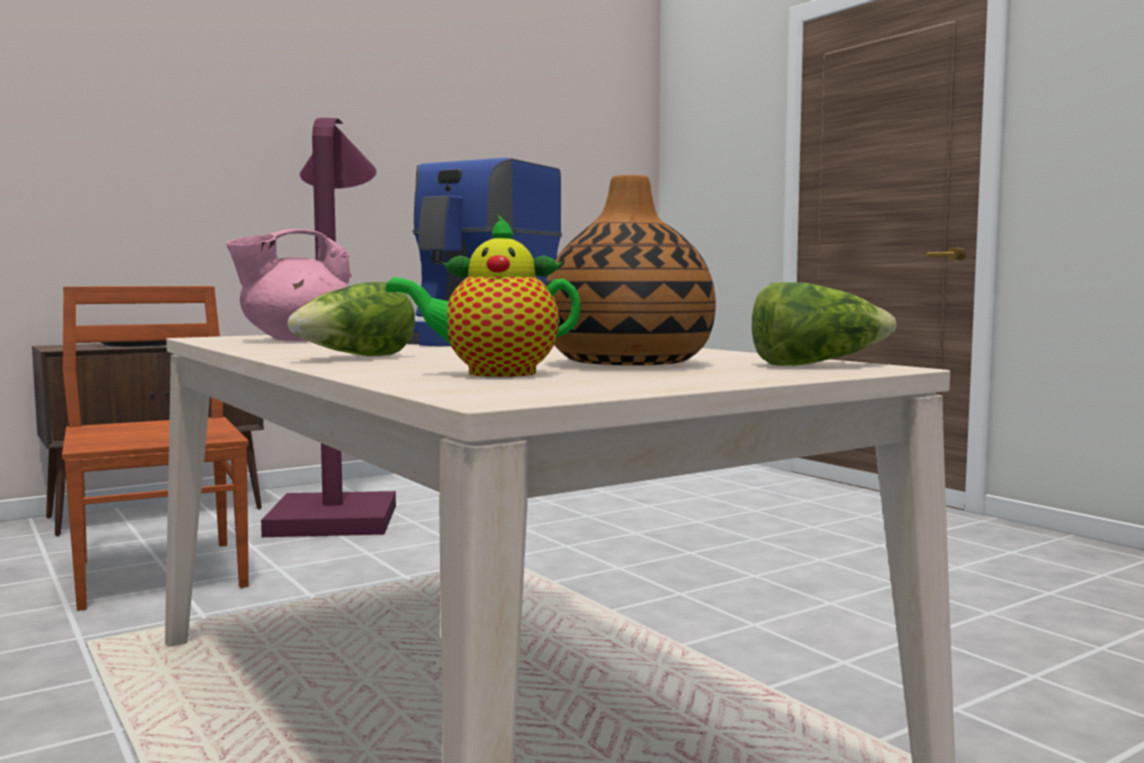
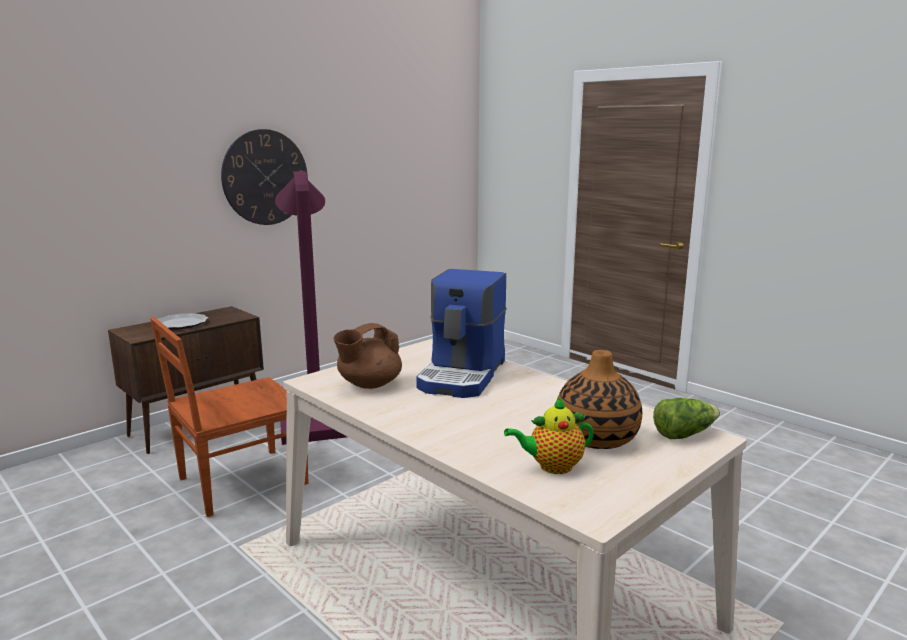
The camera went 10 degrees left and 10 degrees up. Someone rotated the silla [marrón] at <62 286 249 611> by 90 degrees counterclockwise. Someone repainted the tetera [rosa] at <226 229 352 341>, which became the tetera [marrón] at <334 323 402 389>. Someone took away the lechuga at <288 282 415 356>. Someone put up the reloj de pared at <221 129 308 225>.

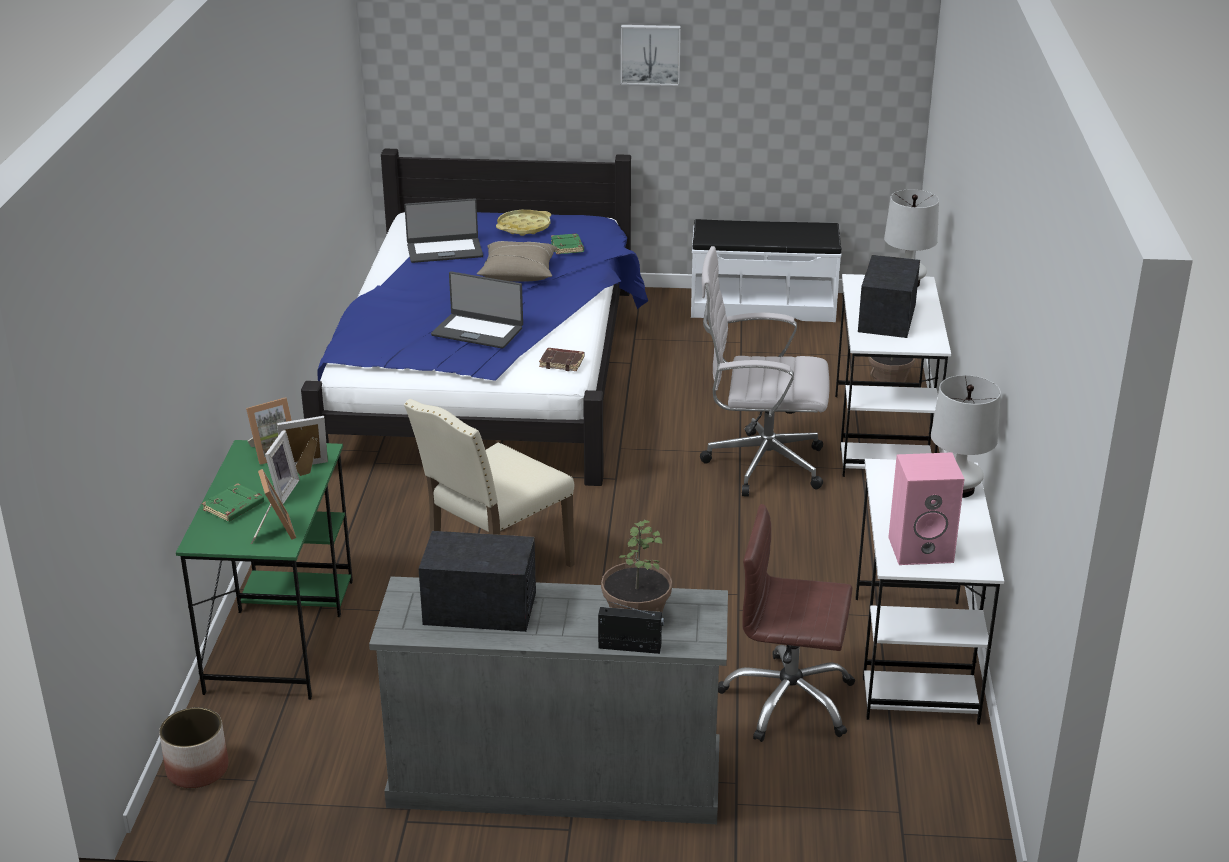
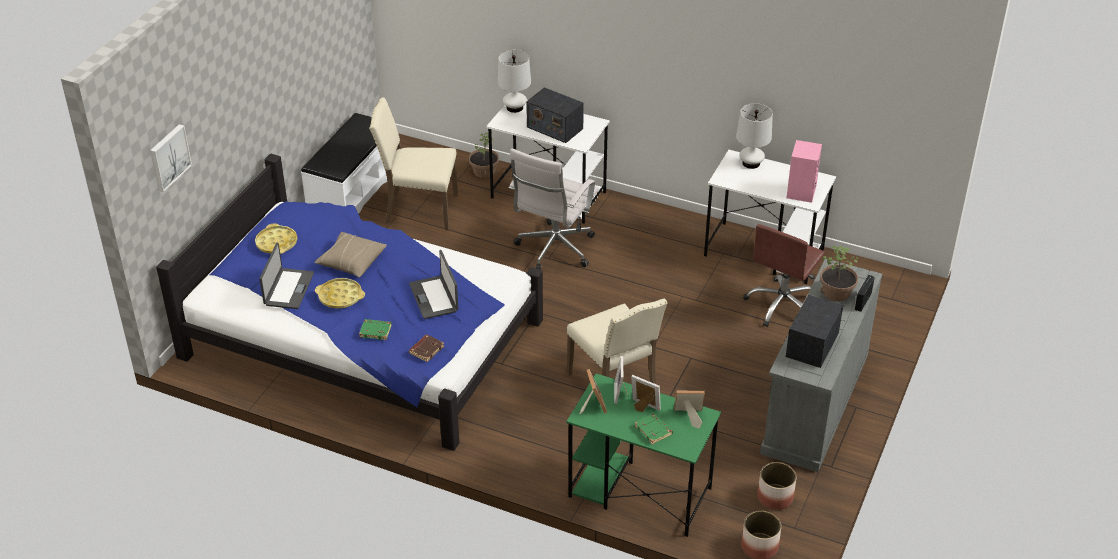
The camera went 70 degrees left and 10 degrees up. Someone rotated the portátil at <431 271 523 349> by 120 degrees clockwise. Someone carried the libro [marrón] from <539 348 585 371> to <409 335 444 362>. Someone carried the libro [verde] from <551 234 584 254> to <359 319 392 340>. Someone carried the cuadro from <621 25 681 86> to <150 124 192 192>. Someone put down the bandeja [amarillo] at <315 278 365 309>. Someone put down the silla [beis] at <369 97 458 230>. Someone put down the maceta at <757 462 796 510>.

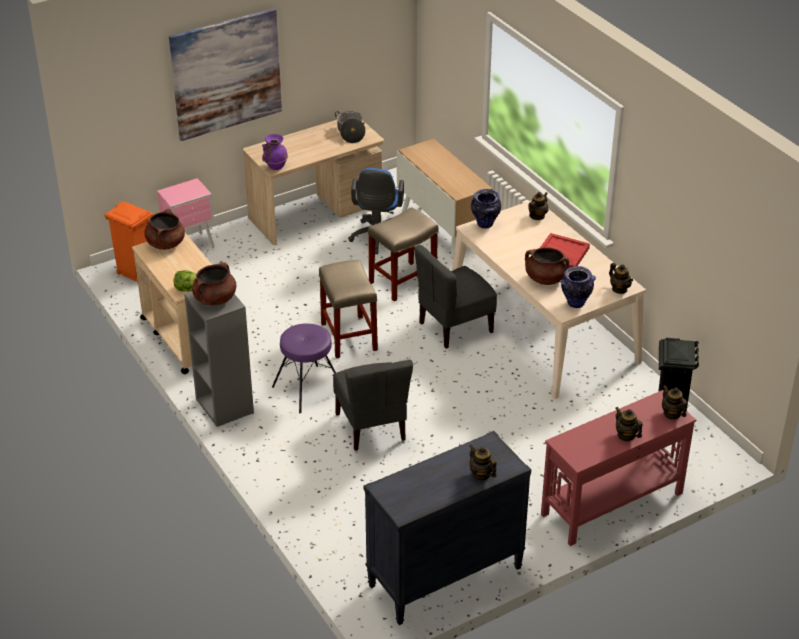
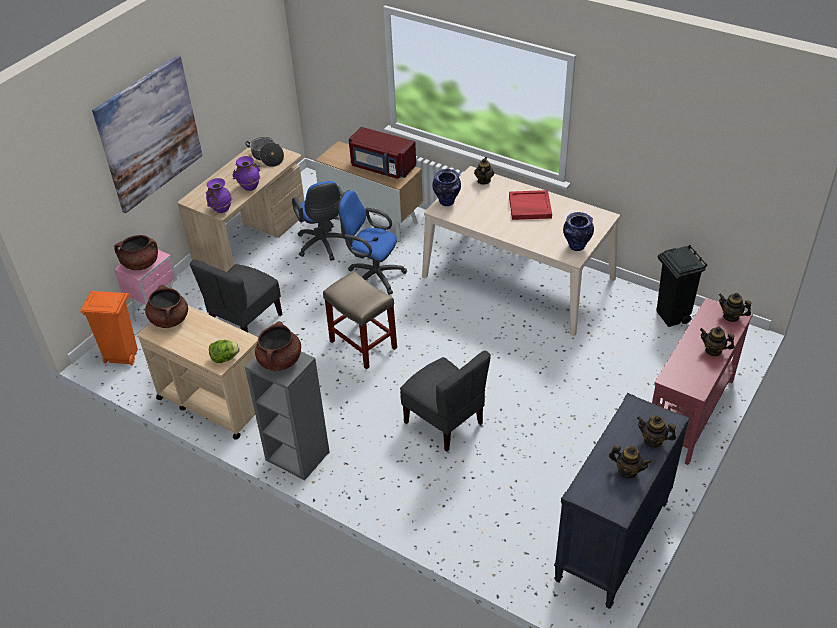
The camera went 25 degrees left and 5 degrees up. Someone took away the taburete [morado] at <272 323 336 413>. Someone swapped the taburete [beis] at <368 207 439 302> for the silla de oficina [azul] at <338 190 407 295>. Someone carried the silla [gris] from <414 245 497 348> to <190 259 283 332>. Someone carried the olla [marrón] from <525 247 569 285> to <114 235 158 270>. Someone carried the tetera from <609 263 633 294> to <609 445 651 478>. Someone put down the florero [morado] at <233 156 261 191>. Someone put down the microondas [rojo] at <349 127 416 179>.

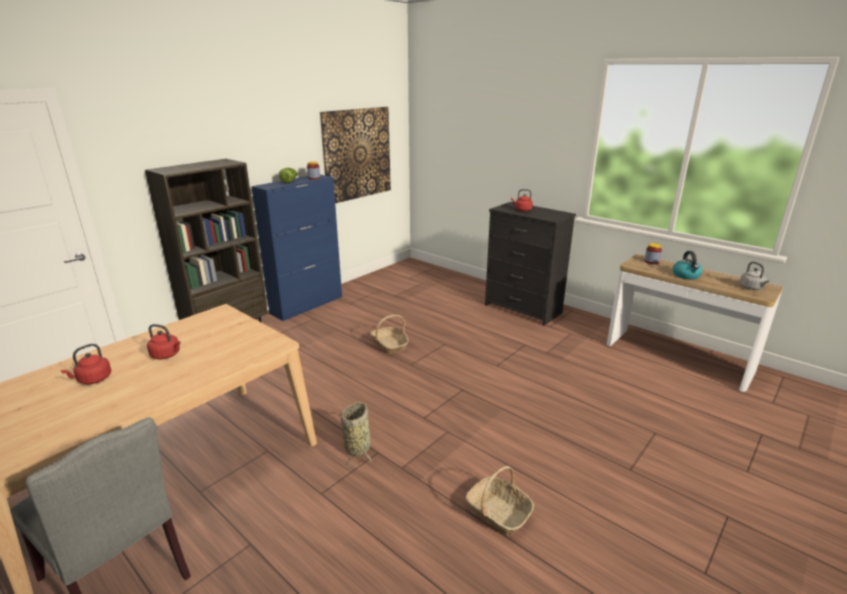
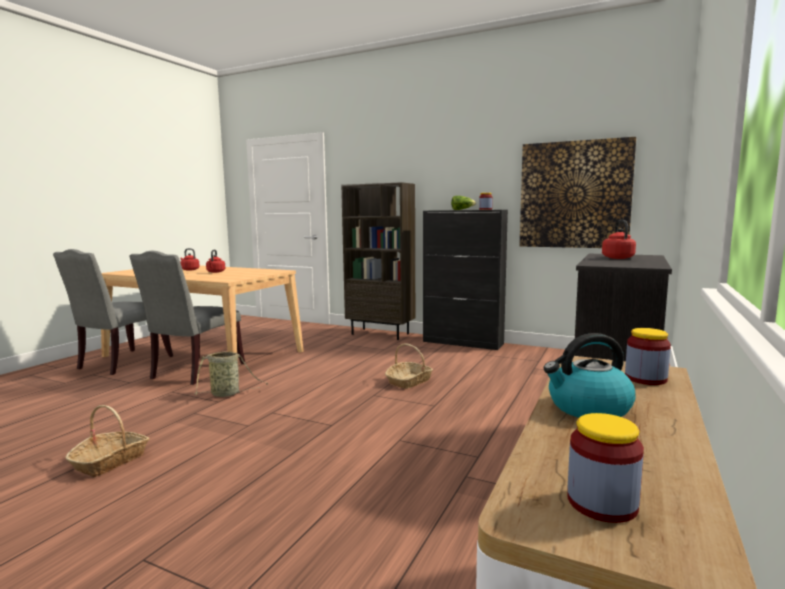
The camera went 75 degrees right and 15 degrees down. Someone repainted the armario [azul] at <251 175 342 321>, which became the armario [negro] at <423 210 508 350>. Someone swapped the hervidor [gris] at <740 262 770 290> for the tarro at <567 413 644 523>. Someone put down the silla [gris] at <129 251 245 385>.

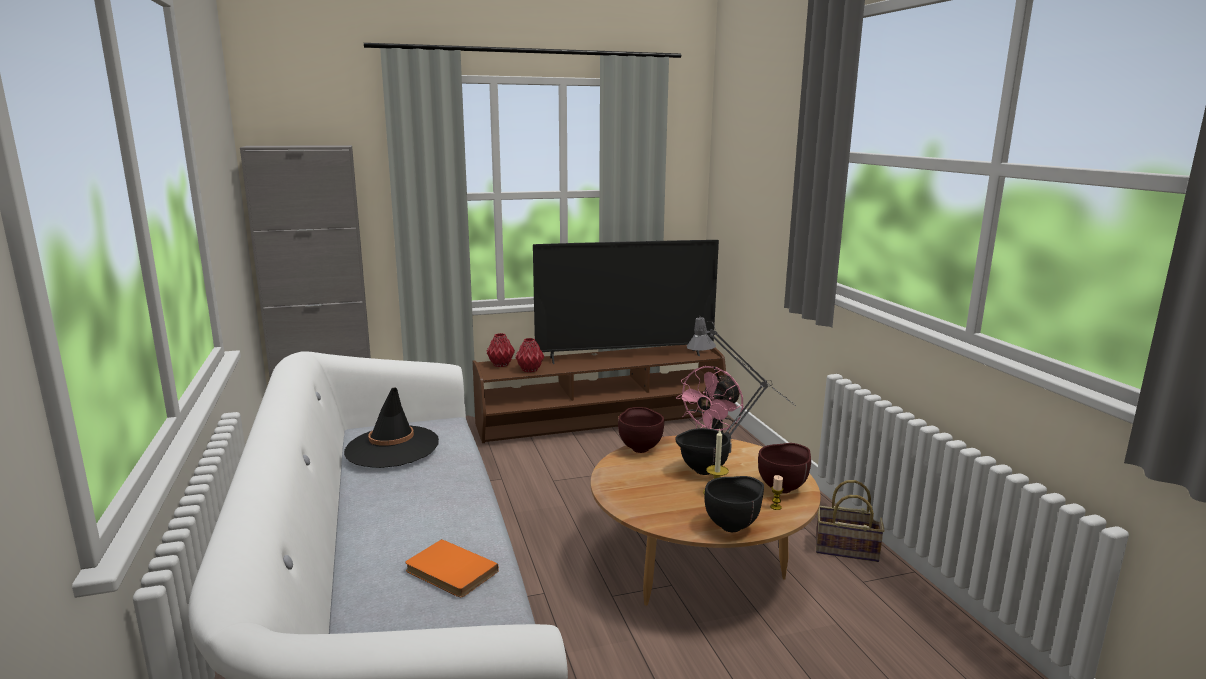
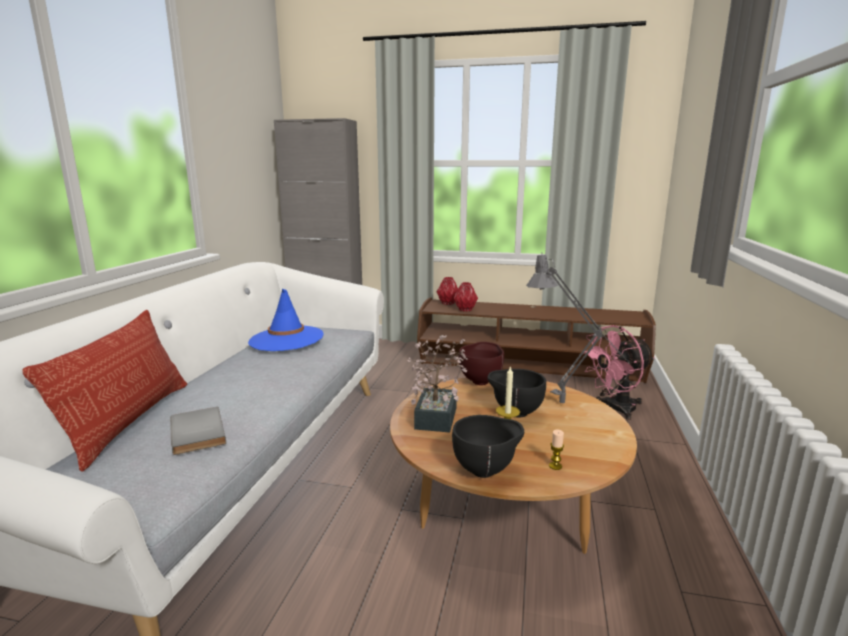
The camera went 30 degrees right and 0 degrees up. Someone repainted the sombrero [negro] at <344 387 439 468>, which became the sombrero [azul] at <248 289 323 351>. Someone repainted the libro [naranja] at <405 539 499 597>, which became the libro [gris] at <170 407 226 455>. Someone took away the televisor at <533 240 719 364>. Someone took away the cuenco [marrón] at <758 443 811 494>. Someone took away the cesta at <816 480 885 562>. Someone put down the cojín at <22 310 187 472>. Someone put down the planta en maceta at <408 335 468 433>.

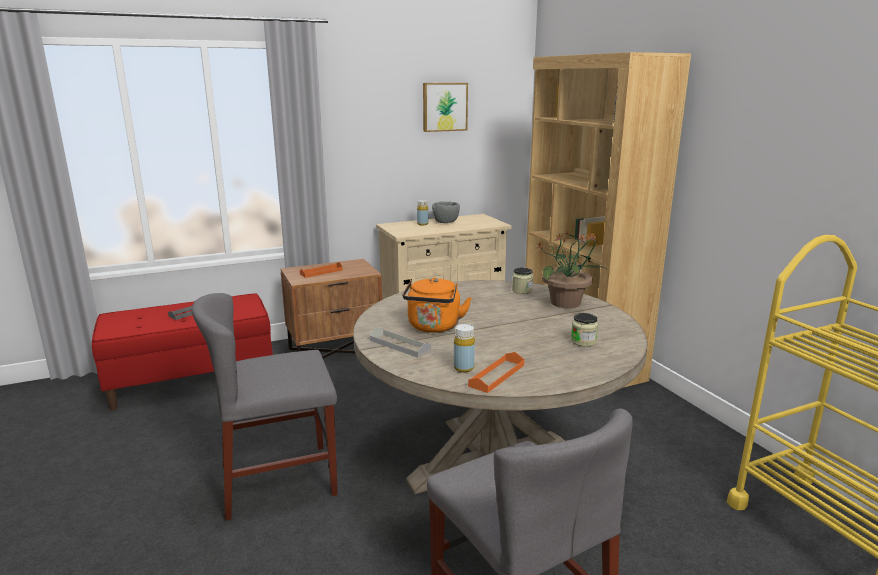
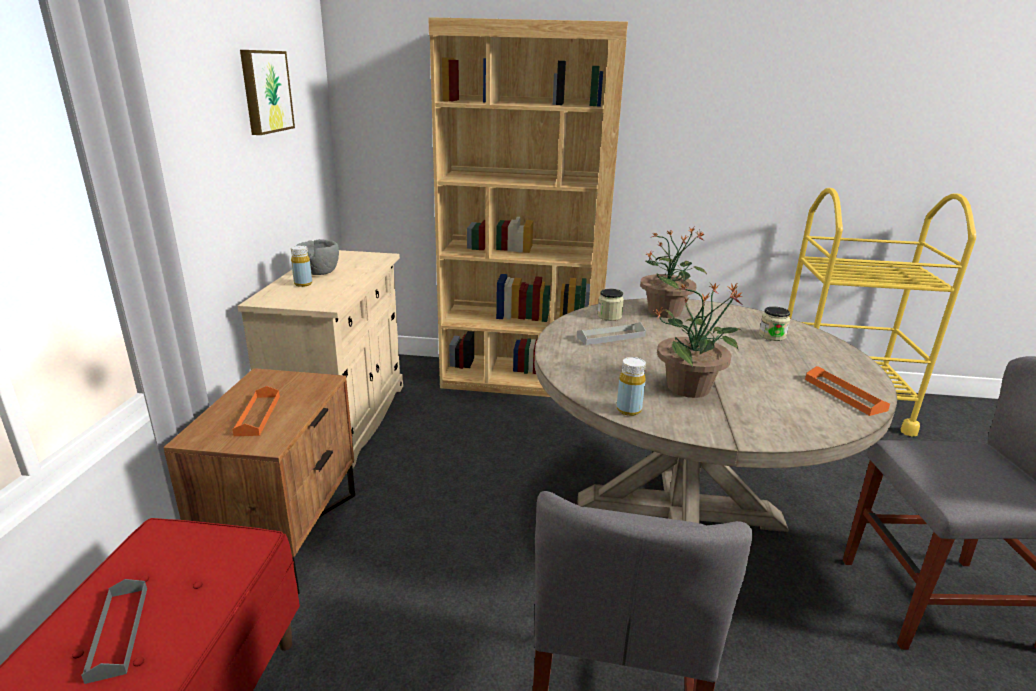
The camera went 60 degrees left and 5 degrees up. Someone carried the bandeja [gris] from <370 327 431 358> to <577 322 646 345>. Someone swapped the hervidor [naranja] at <403 277 471 333> for the planta en maceta at <654 283 743 398>. Someone carried the botella [amarillo] from <454 324 475 372> to <617 357 646 416>.

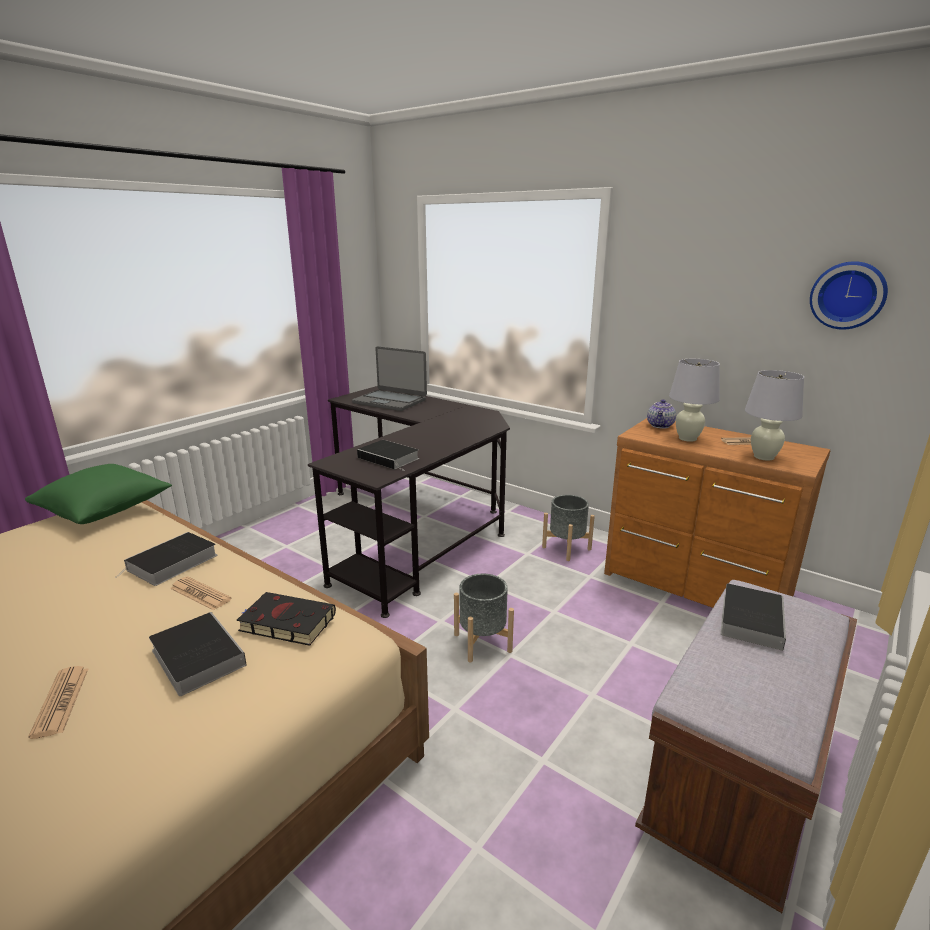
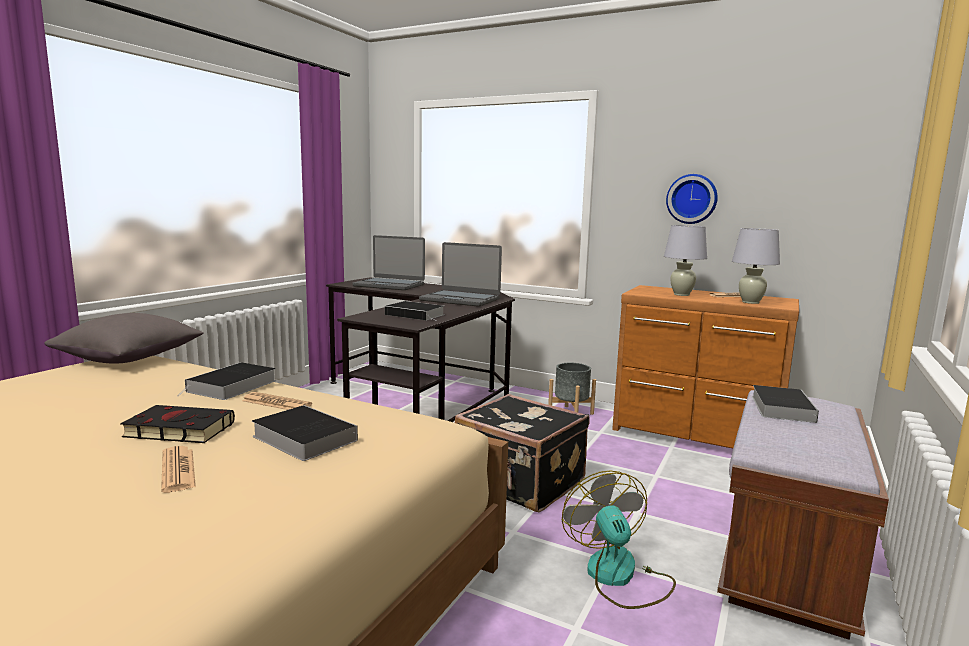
The camera went 10 degrees left and 10 degrees down. Someone repainted the cojín [verde] at <25 464 172 524>, which became the cojín [gris] at <44 313 204 364>. Someone carried the libro [negro] from <237 592 336 646> to <120 405 235 443>. Someone swapped the maceta [gris] at <454 574 514 663> for the maleta [negro] at <455 394 590 512>. Someone took away the tetera at <647 399 676 429>. Someone carried the reloj de pared from <810 261 888 330> to <666 174 718 224>. Someone put down the portátil at <419 242 502 307>. Someone put down the ventilador at <562 471 676 609>.

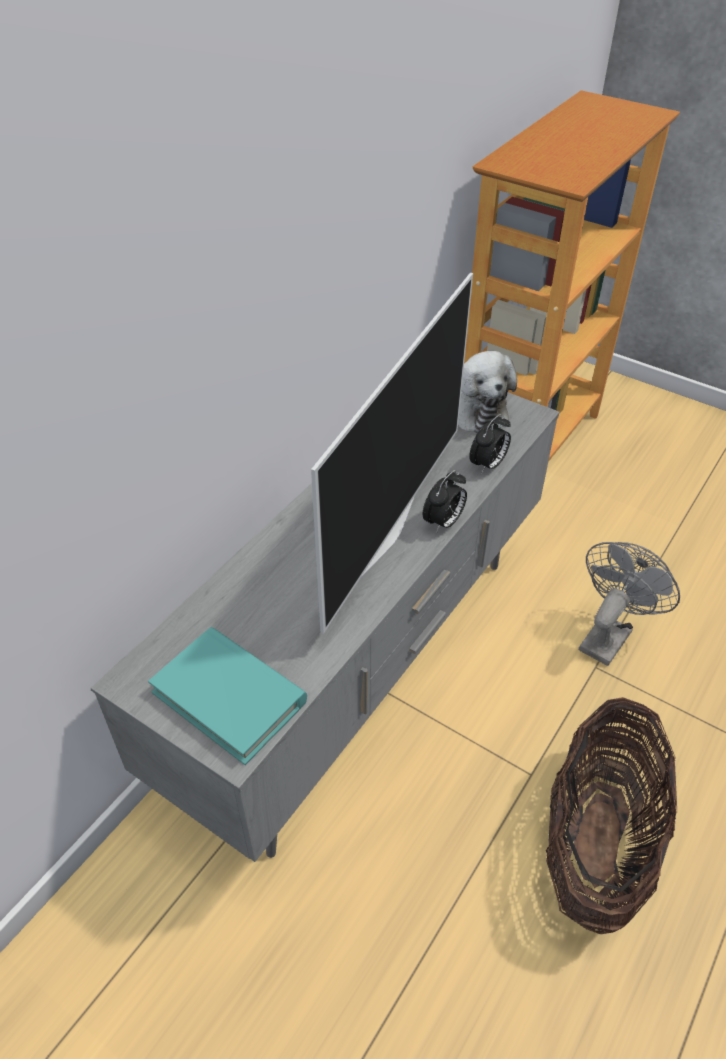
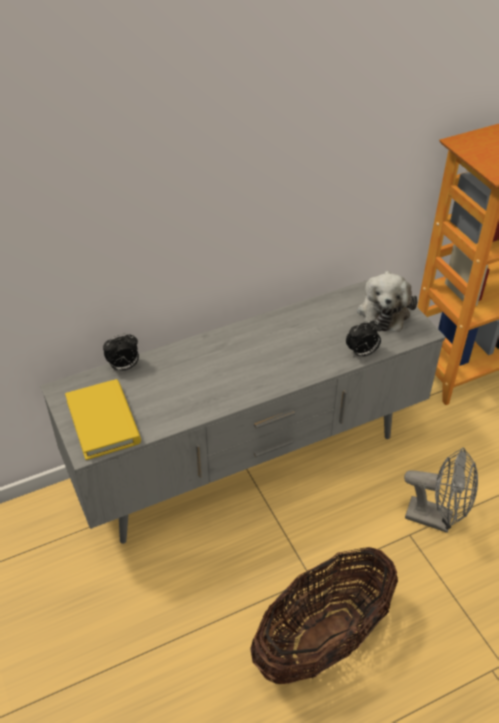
The camera went 30 degrees right and 0 degrees up. Someone repainted the libro [turquesa] at <148 627 307 765>, which became the libro [amarillo] at <65 379 141 460>. Someone took away the televisor at <311 273 473 634>. Someone carried the despertador from <423 470 467 533> to <103 333 139 371>. Someone rotated the ventilador [gris] at <579 542 680 666> by 45 degrees clockwise.

